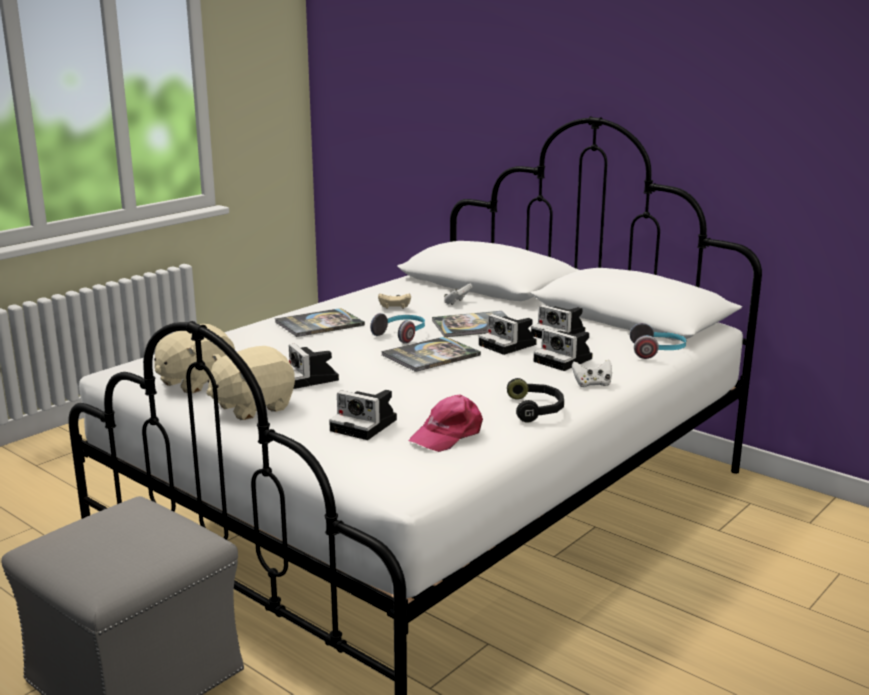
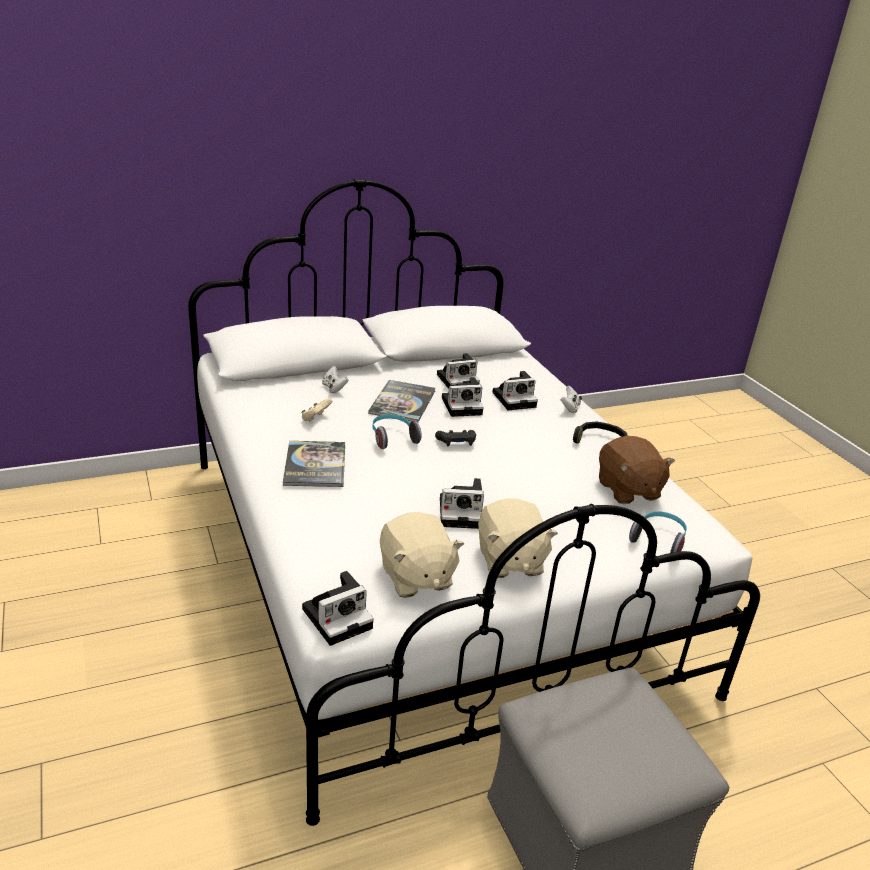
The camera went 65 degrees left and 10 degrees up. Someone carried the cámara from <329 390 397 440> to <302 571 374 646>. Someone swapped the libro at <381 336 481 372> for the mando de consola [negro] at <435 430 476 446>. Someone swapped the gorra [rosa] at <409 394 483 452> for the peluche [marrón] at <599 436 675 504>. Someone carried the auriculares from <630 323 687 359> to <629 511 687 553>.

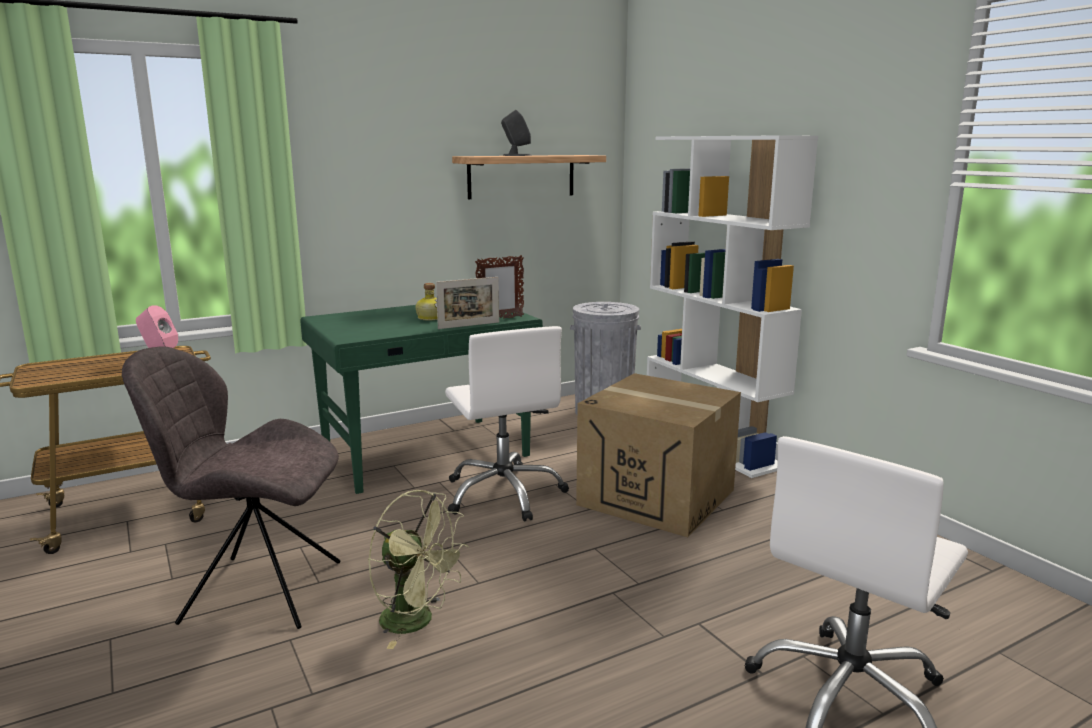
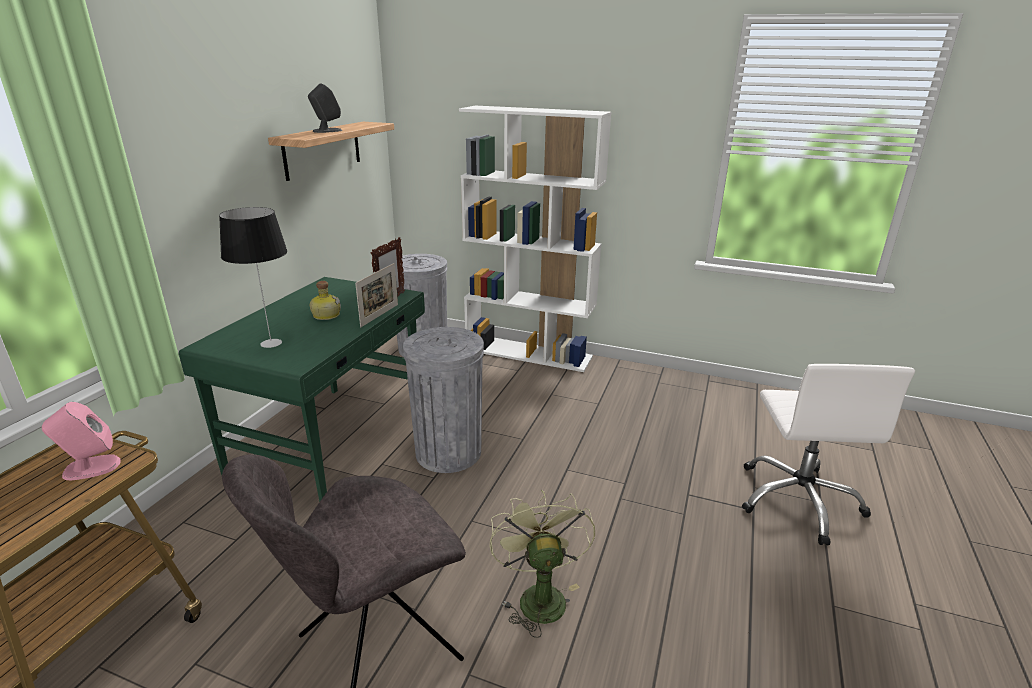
The camera went 40 degrees left and 10 degrees up. Someone rotated the ventilador [verde] at <368 490 469 649> by 90 degrees counterclockwise. Someone swapped the silla de oficina [blanco] at <445 326 569 522> for the papelera [gris] at <403 327 484 473>. Someone took away the caja de cartón at <576 373 741 537>. Someone put down the lámpara de mesa at <219 207 287 348>.

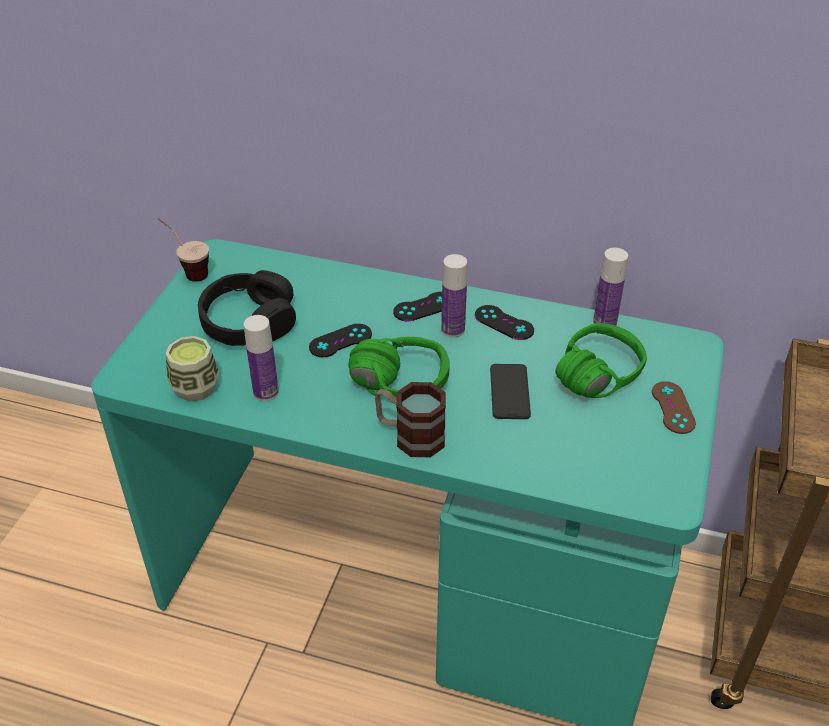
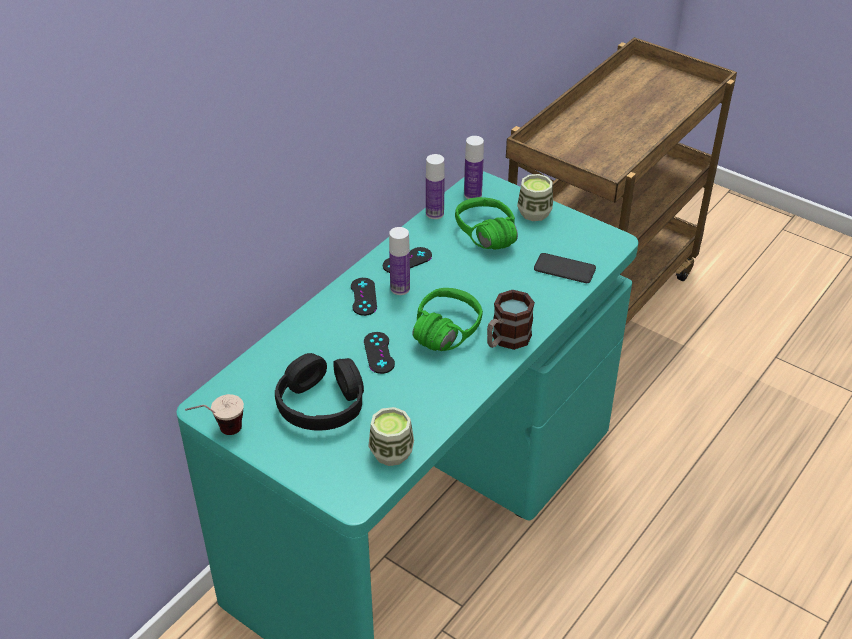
The camera went 70 degrees left and 0 degrees up. Someone carried the botella from <244 315 279 401> to <464 136 484 199>. Someone carried the móvil from <490 364 531 419> to <534 253 596 283>. Someone swapped the mando de consola [marrón] at <652 381 696 434> for the taza at <517 174 553 221>.

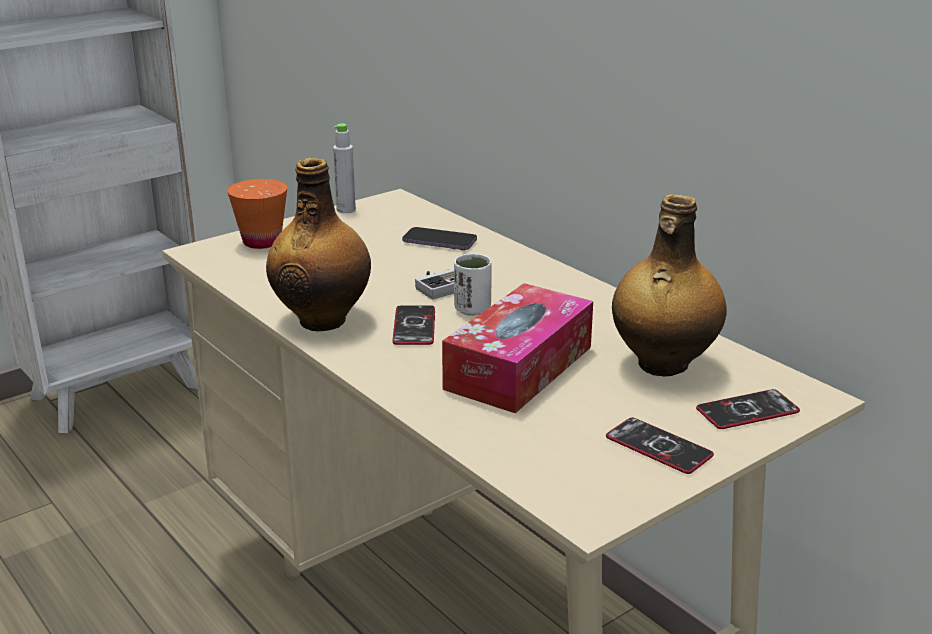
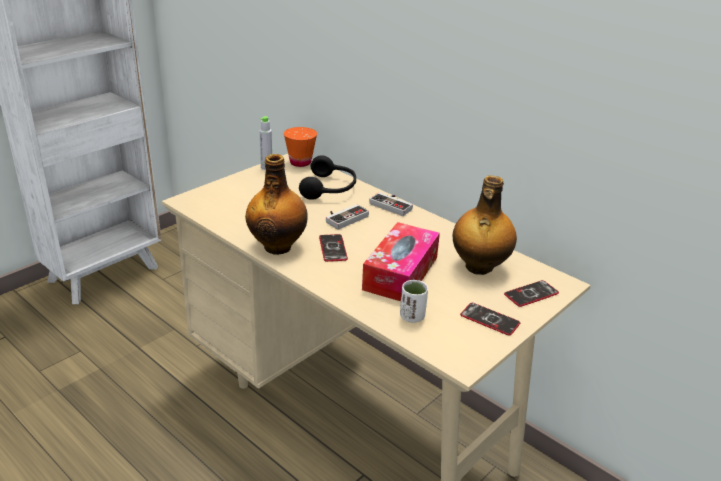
The camera went 10 degrees left and 5 degrees up. Someone carried the taza [naranja] from <227 179 288 249> to <284 127 317 167>. Someone swapped the móvil at <402 227 477 251> for the auriculares [negro] at <299 155 356 200>. Someone carried the taza [blanco] from <454 254 492 316> to <400 280 428 323>. Someone put down the mando de consola at <369 192 413 216>.

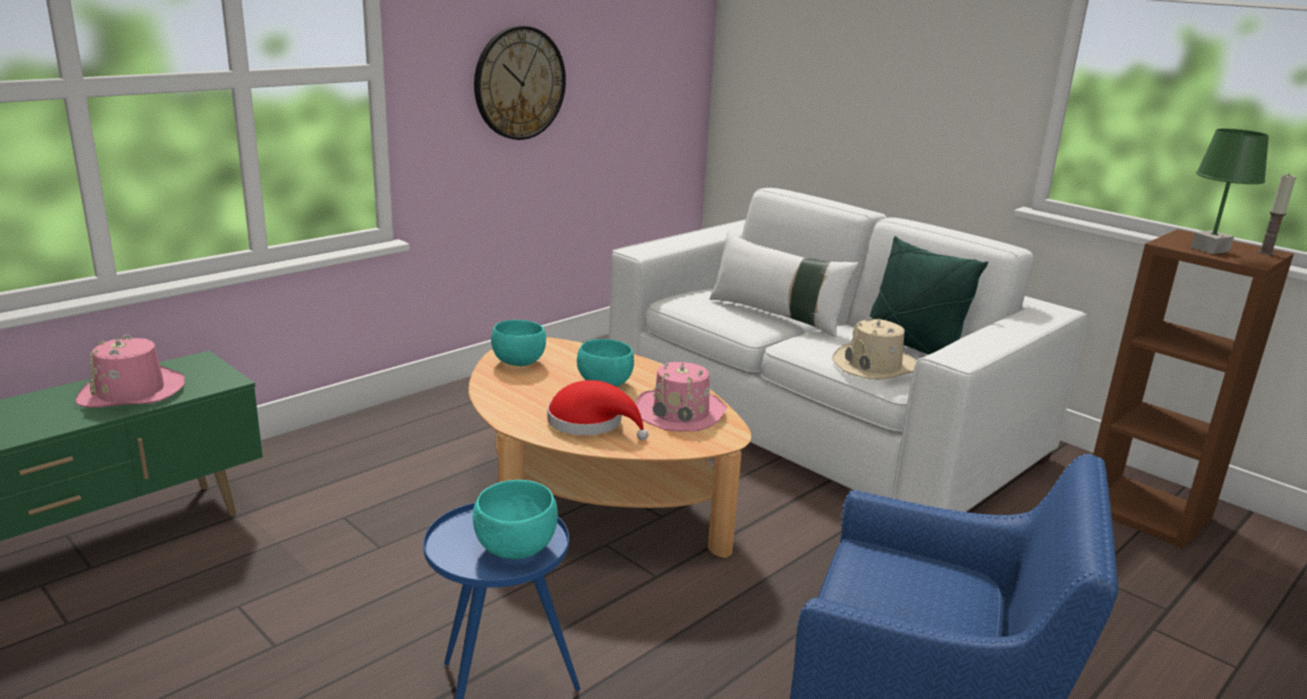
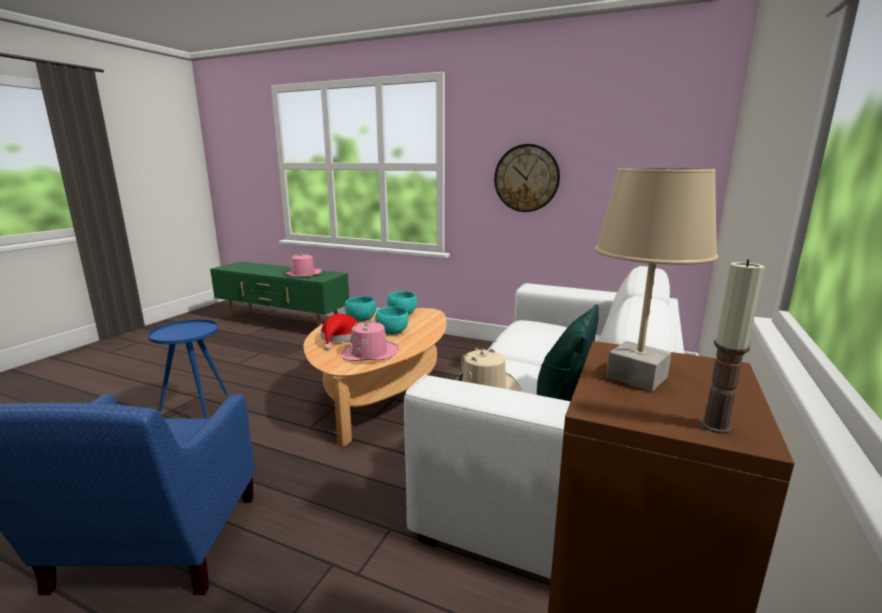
The camera went 70 degrees right and 5 degrees down. Someone carried the cuenco [turquesa] from <473 480 558 559> to <345 296 376 322>. Someone took away the cojín [blanco] at <709 231 859 337>. Someone repainted the lámpara de mesa [verde] at <1191 129 1269 254>, which became the lámpara de mesa [beis] at <595 168 718 391>.

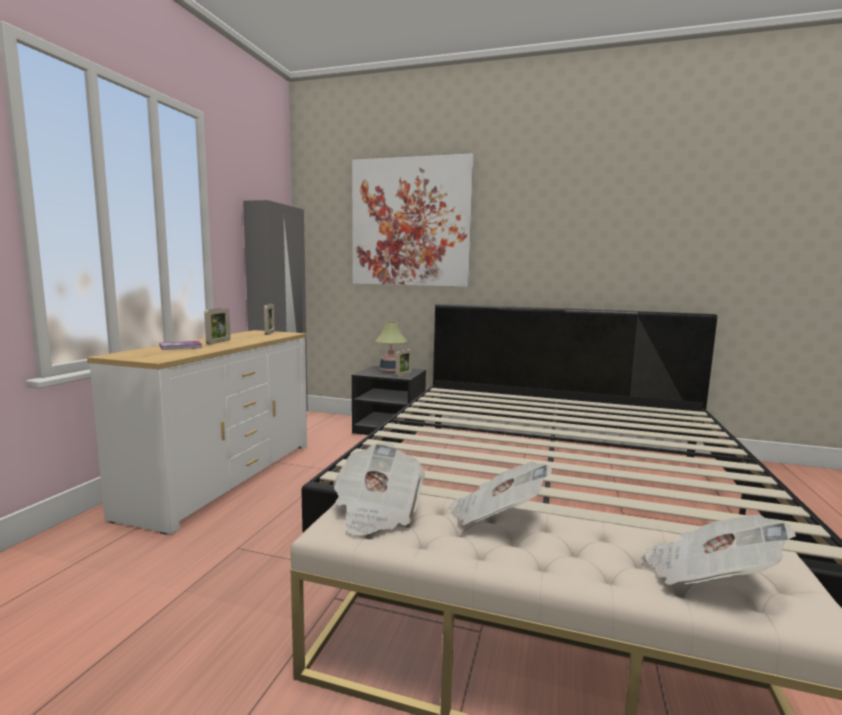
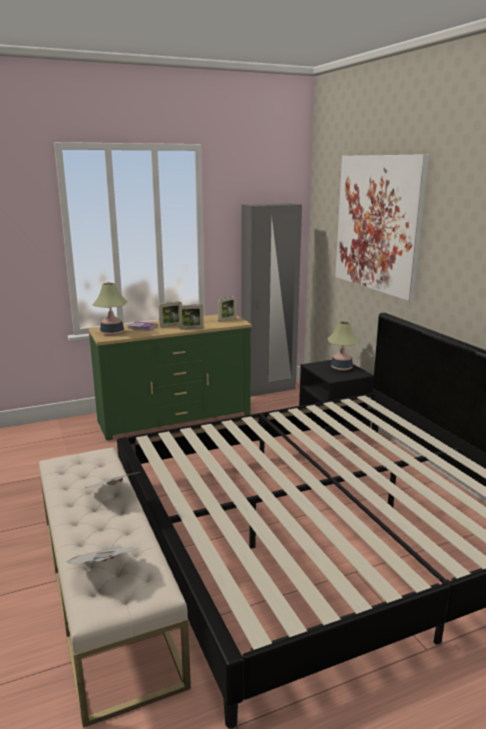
The camera went 50 degrees right and 10 degrees up. Someone repainted the cómoda [blanco] at <87 330 307 534>, which became the cómoda [verde] at <88 314 252 441>. Someone took away the periódico at <333 443 425 535>. Someone carried the portarretratos from <396 349 412 377> to <178 305 204 330>. Someone put down the lámpara de mesa at <93 282 128 335>.

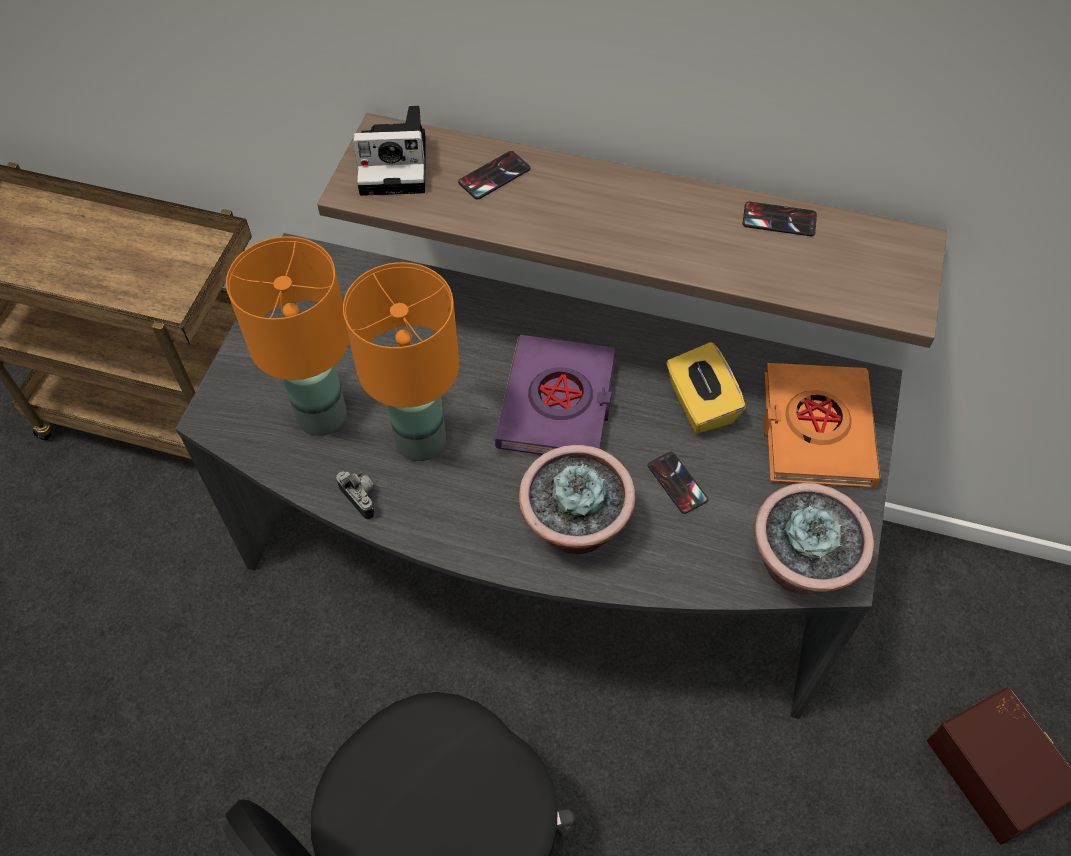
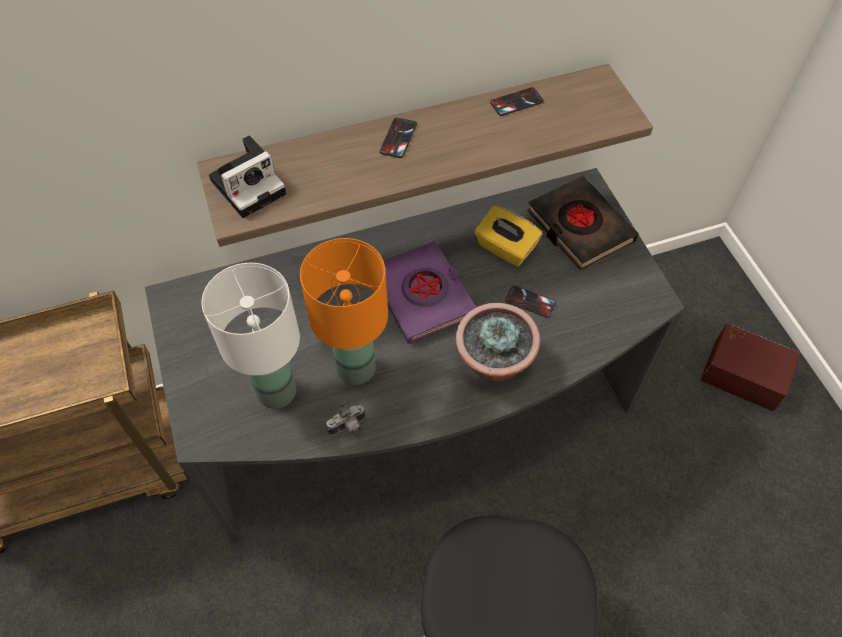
The camera went 35 degrees left and 0 degrees up. Someone repainted the lámpara de mesa [naranja] at <226 236 349 436>, which became the lámpara de mesa [blanco] at <201 263 300 409>. Someone rotated the cámara at <336 471 375 520> by 135 degrees clockwise. Someone carried the móvil from <458 151 530 200> to <380 118 417 158>. Someone took away the planta en maceta at <754 483 874 594>. Someone repainted the libro [naranja] at <763 363 881 488>, which became the libro [negro] at <527 176 639 270>.

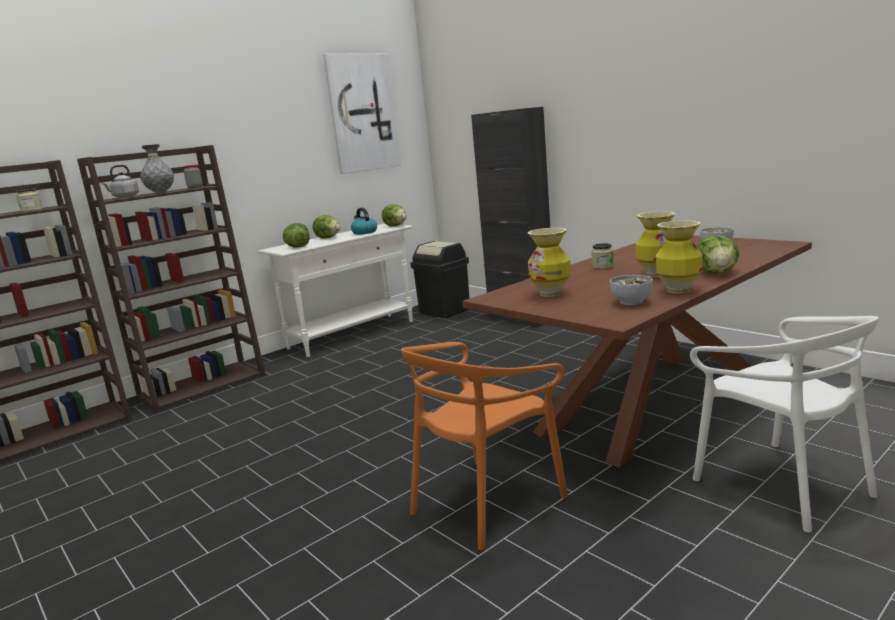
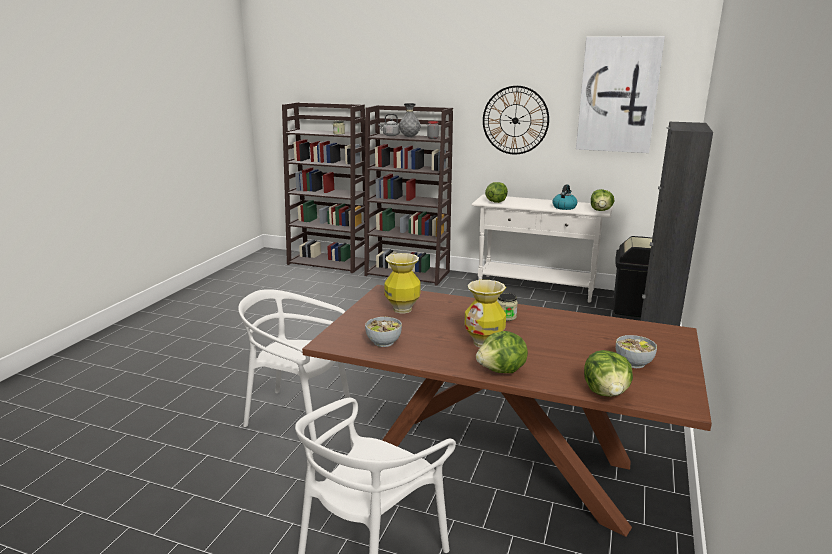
The camera went 60 degrees right and 5 degrees up. Someone carried the lechuga from <313 215 340 239> to <584 350 633 397>. Someone repainted the silla [naranja] at <401 342 568 550>, which became the silla [blanco] at <238 289 350 442>. Someone took away the florero at <656 220 702 293>. Someone put up the reloj de pared at <483 86 549 154>.

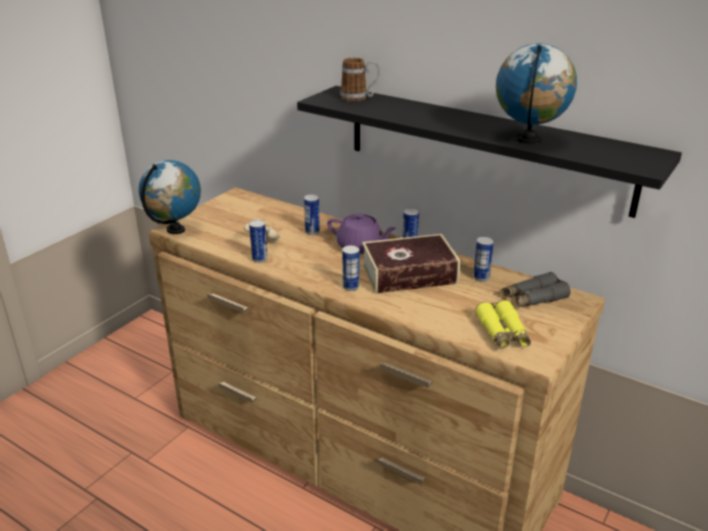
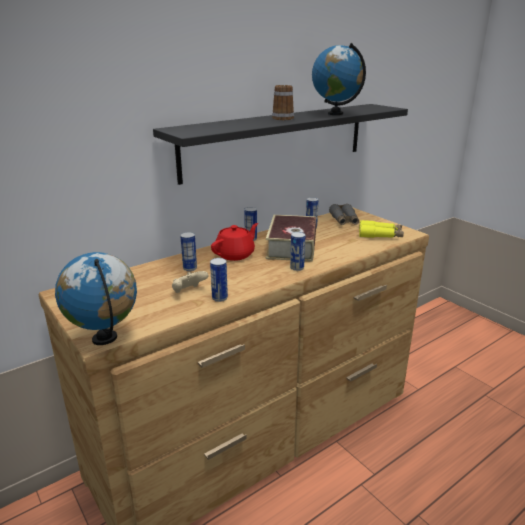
The camera went 70 degrees left and 5 degrees down. Someone repainted the tetera [morado] at <327 213 397 254>, which became the tetera [rojo] at <211 223 258 261>. Someone carried the taza grande from <340 58 380 102> to <272 85 294 120>.

